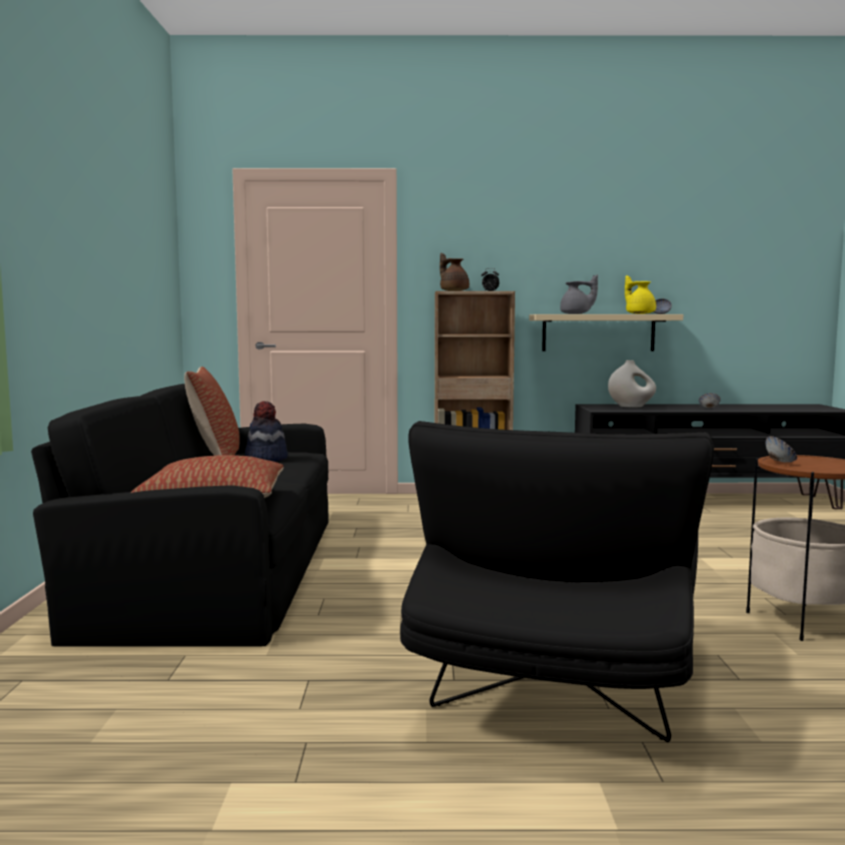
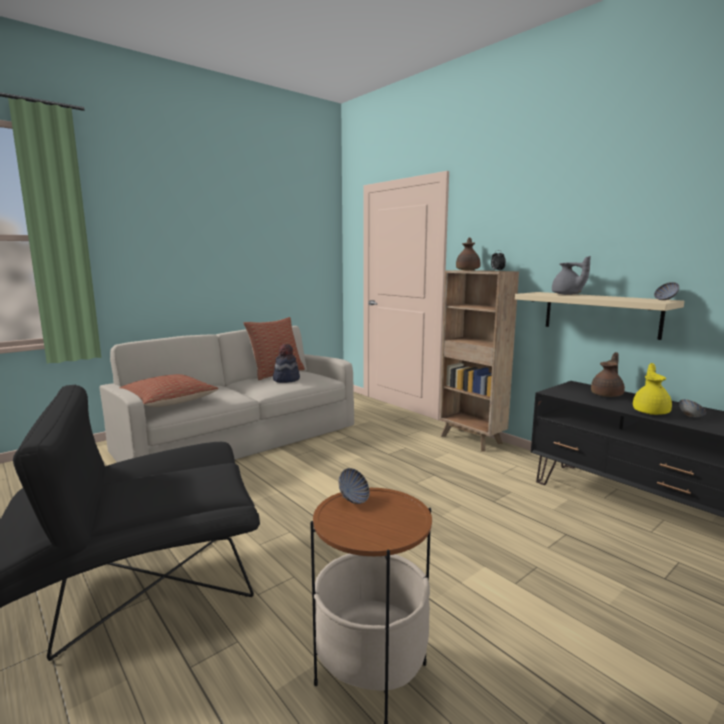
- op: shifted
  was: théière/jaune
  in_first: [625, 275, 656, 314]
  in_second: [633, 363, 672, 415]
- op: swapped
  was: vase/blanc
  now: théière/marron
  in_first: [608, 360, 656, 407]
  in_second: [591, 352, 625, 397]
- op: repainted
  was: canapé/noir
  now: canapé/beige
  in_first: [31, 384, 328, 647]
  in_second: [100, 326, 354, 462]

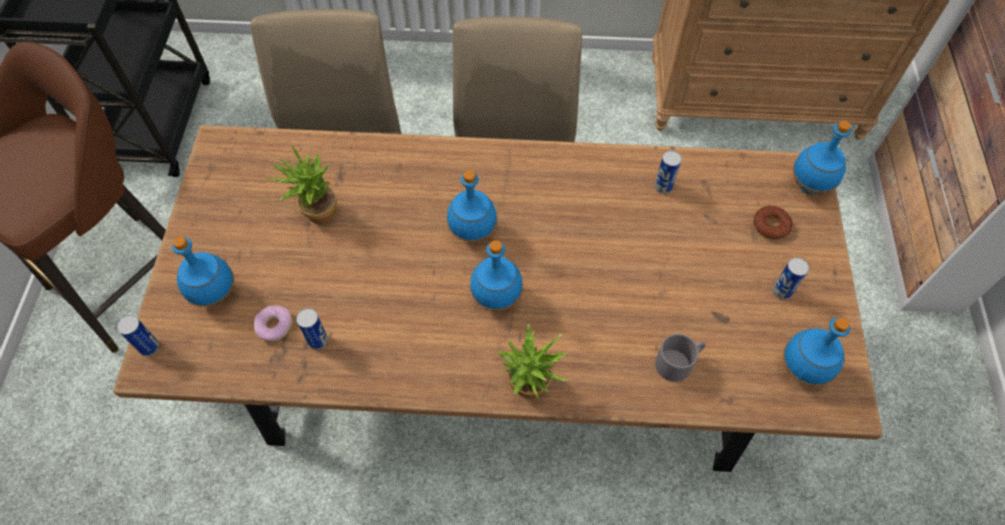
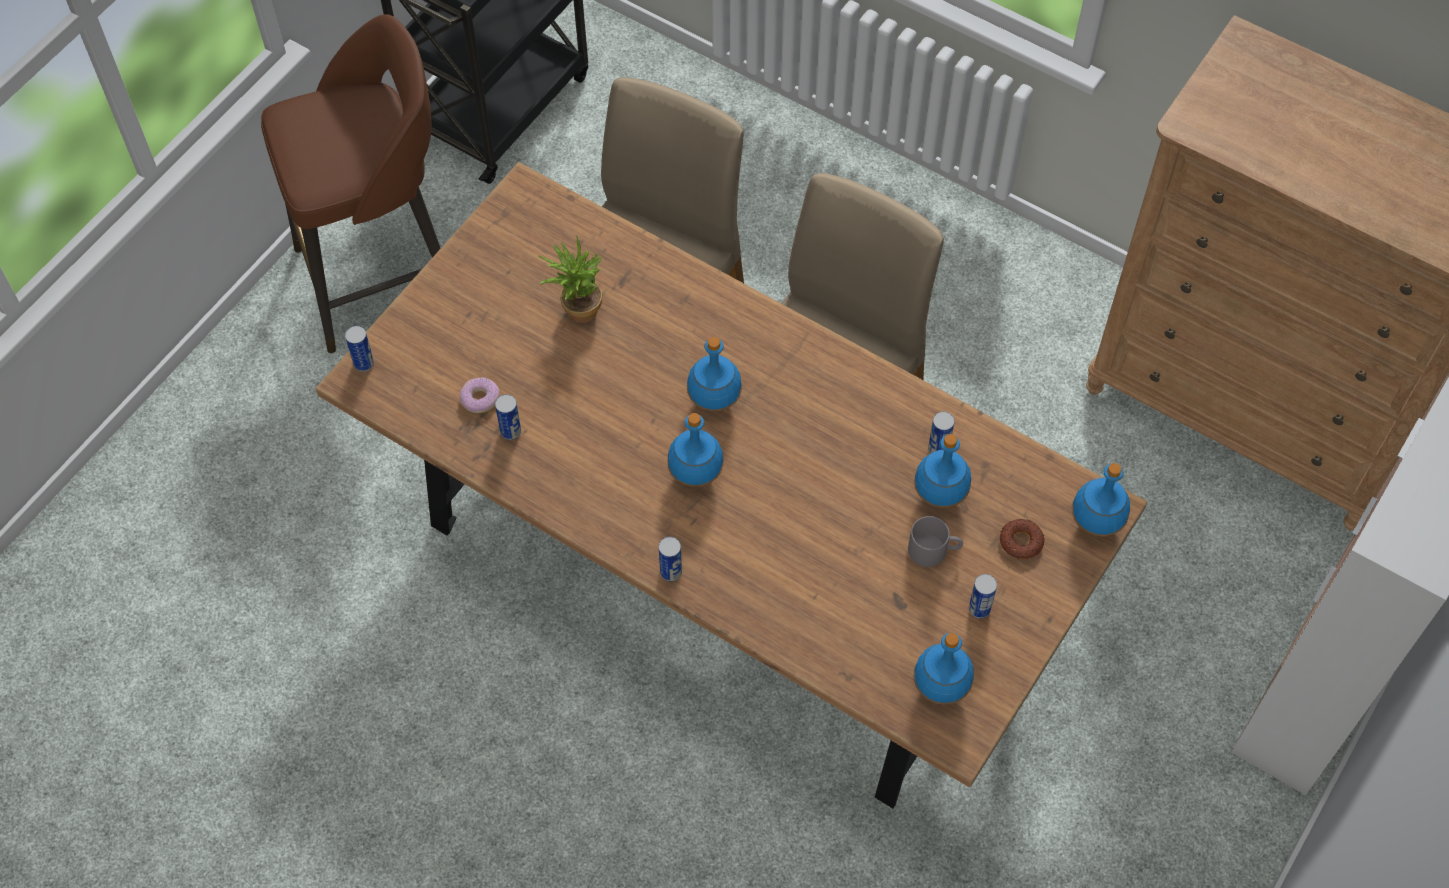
- op: shifted
  was: bouteille/bleu
  in_first: [172, 236, 234, 307]
  in_second: [914, 434, 971, 508]
- op: swapped
  was: plante en pot
  now: boîte métallique
  in_first: [498, 323, 568, 399]
  in_second: [659, 537, 682, 581]
- op: shifted
  was: mug/gris
  in_first: [655, 334, 705, 382]
  in_second: [908, 516, 963, 567]

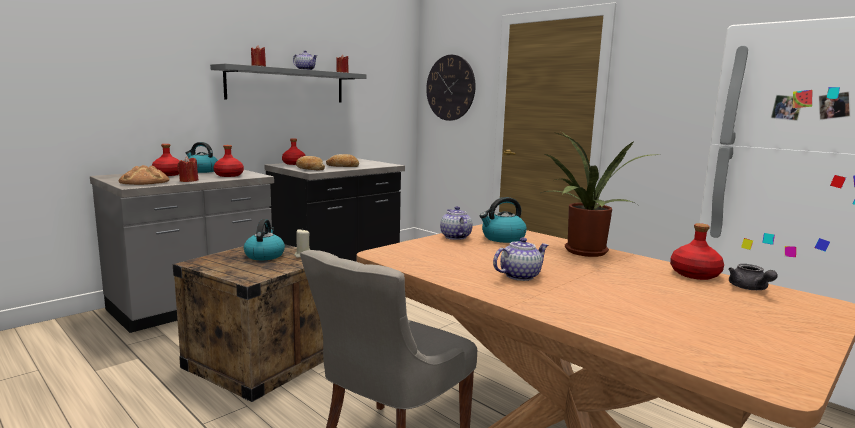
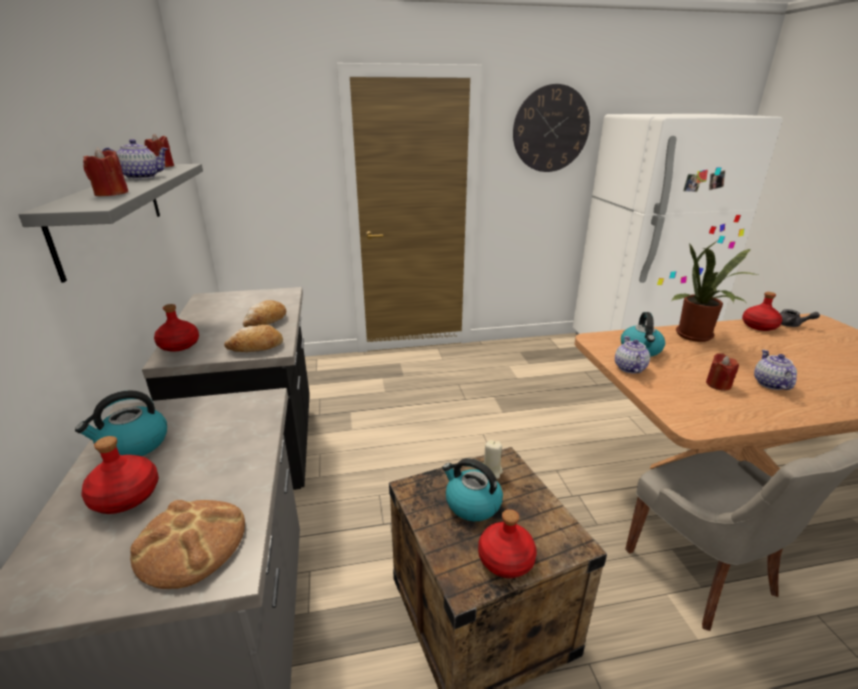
- op: shifted
  was: horloge murale
  in_first: [426, 55, 475, 121]
  in_second: [513, 84, 590, 172]
- op: shifted
  was: bouteille/rouge
  in_first: [213, 145, 244, 177]
  in_second: [478, 509, 537, 578]
- op: shifted
  was: bougie/rouge
  in_first: [177, 157, 198, 182]
  in_second: [706, 353, 739, 391]
- op: rotated
  was: théière
  in_first: [440, 206, 473, 240]
  in_second: [615, 336, 650, 373]
  clockwise: 75

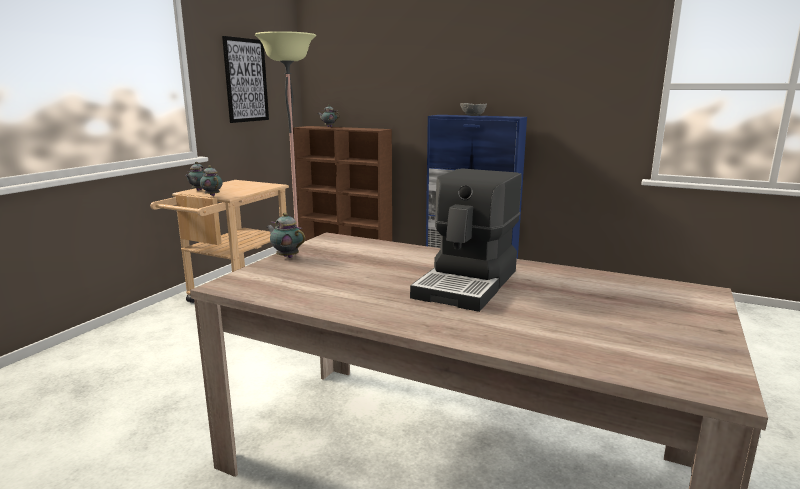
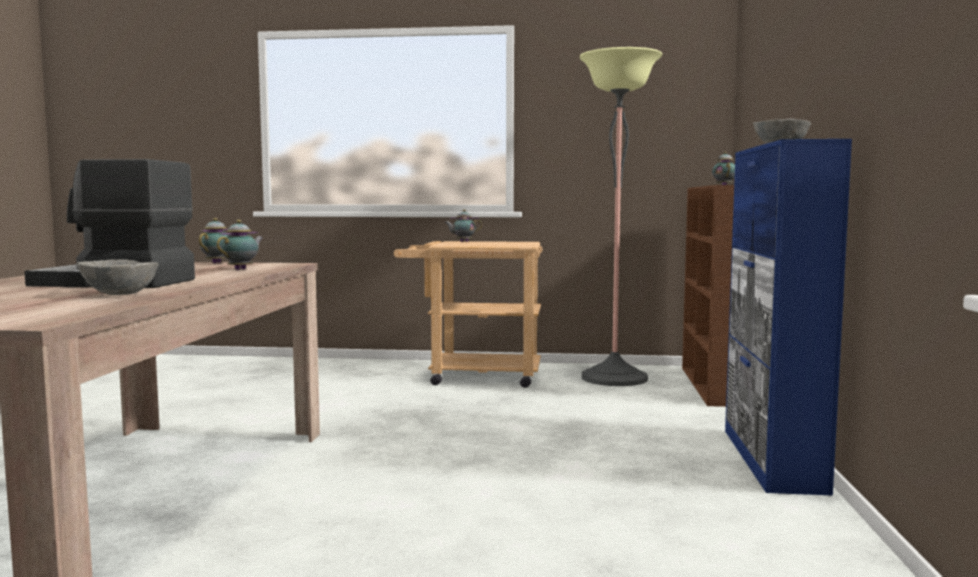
- op: gone
  was: tableau
  in_first: [222, 36, 269, 123]
- op: shifted
  was: théière
  in_first: [200, 165, 223, 196]
  in_second: [217, 220, 263, 270]
- op: new
  now: bol/gris
  in_second: [77, 259, 159, 295]

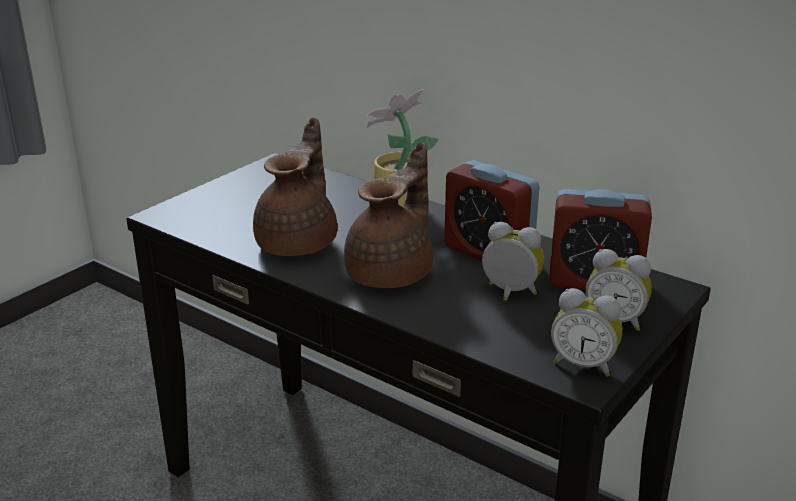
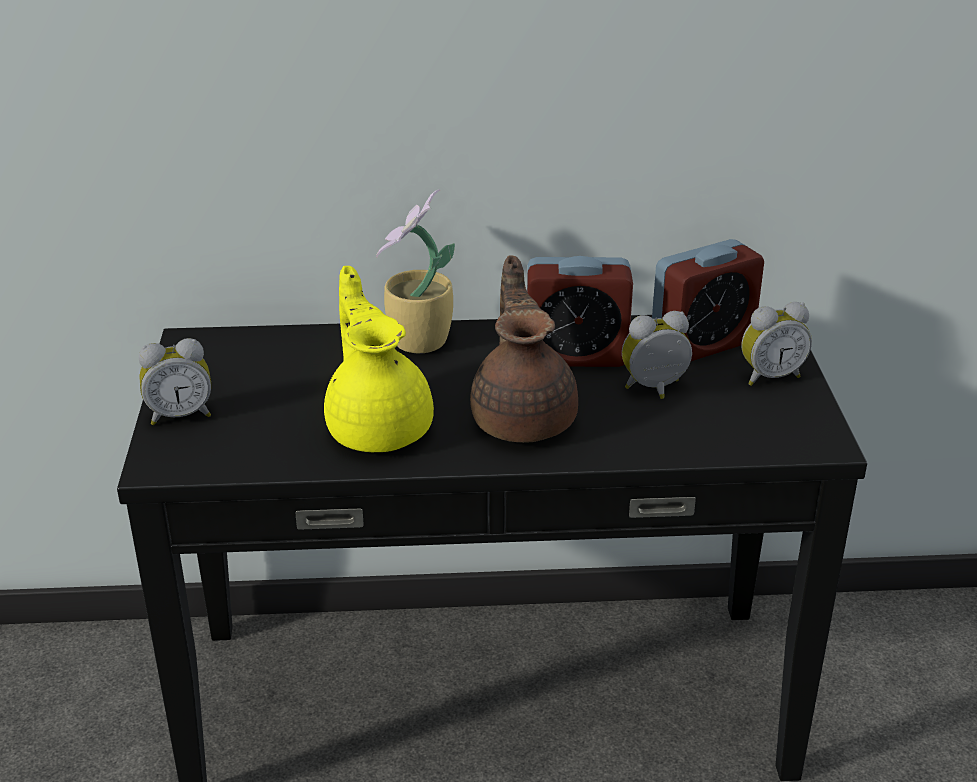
- op: repainted
  was: théière/marron
  now: théière/jaune
  in_first: [253, 117, 337, 256]
  in_second: [324, 266, 434, 452]
- op: shifted
  was: réveil
  in_first: [551, 288, 622, 377]
  in_second: [139, 338, 211, 425]

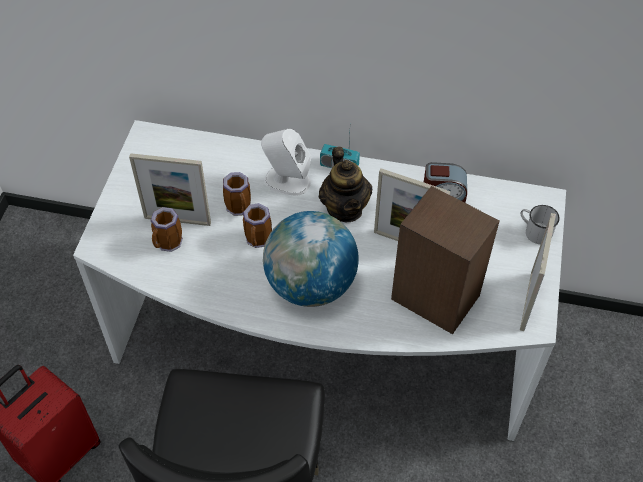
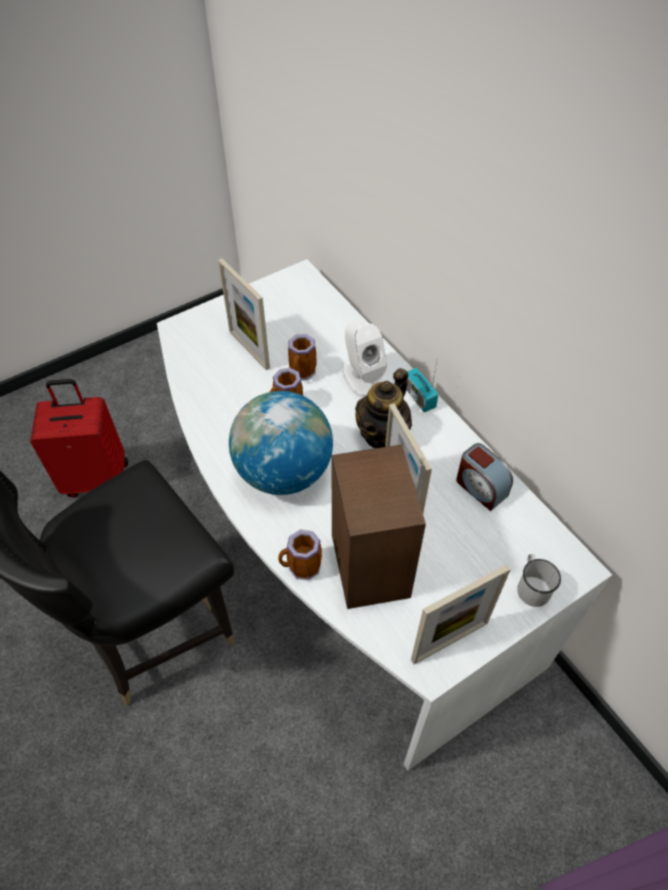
- op: shifted
  was: mug
  in_first: [150, 207, 183, 252]
  in_second: [278, 529, 322, 581]

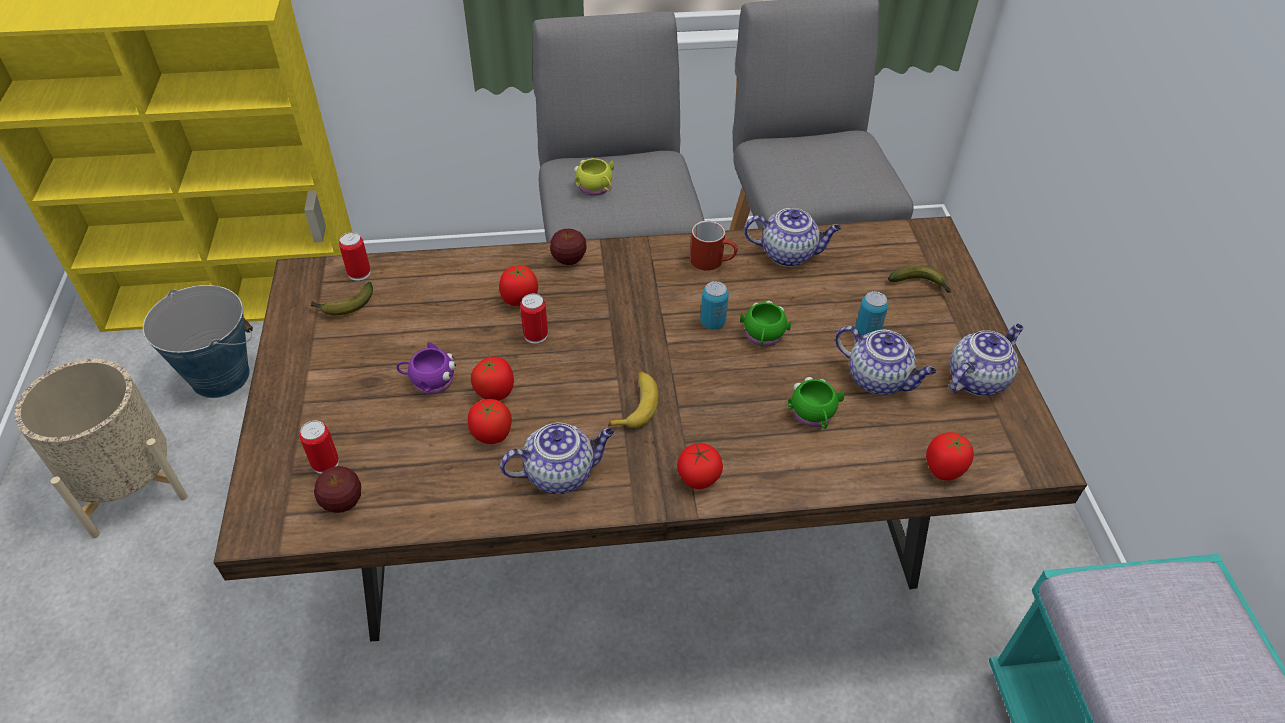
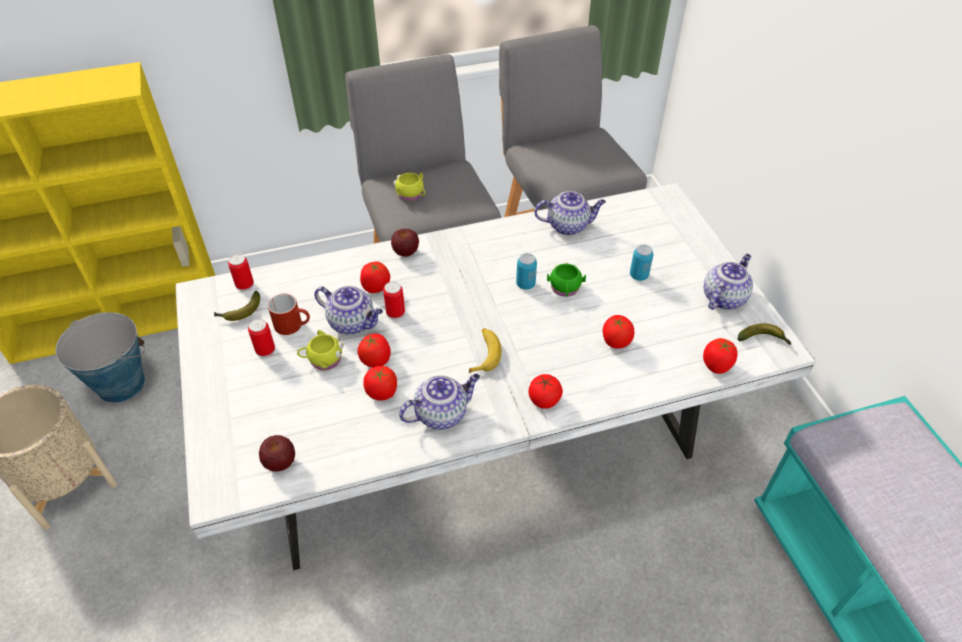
- op: repainted
  was: table à manger/marron
  now: table à manger/blanc
  in_first: [213, 216, 1087, 641]
  in_second: [175, 183, 816, 570]
- op: shifted
  was: mug/rouge
  in_first: [690, 221, 738, 270]
  in_second: [268, 293, 310, 335]
- op: shifted
  was: banane
  in_first: [888, 266, 951, 293]
  in_second: [738, 323, 792, 345]
- op: shifted
  was: théière
  in_first: [835, 326, 937, 395]
  in_second: [314, 286, 383, 335]
- op: repainted
  was: mug/violet
  now: mug/jaune
  in_first: [396, 342, 456, 395]
  in_second: [297, 330, 344, 370]
- op: swapped
  was: mug/vert
  now: tomate
  in_first: [788, 377, 844, 429]
  in_second: [603, 315, 634, 349]
- op: shifted
  was: boîte métallique
  in_first: [299, 420, 339, 474]
  in_second: [248, 319, 275, 358]

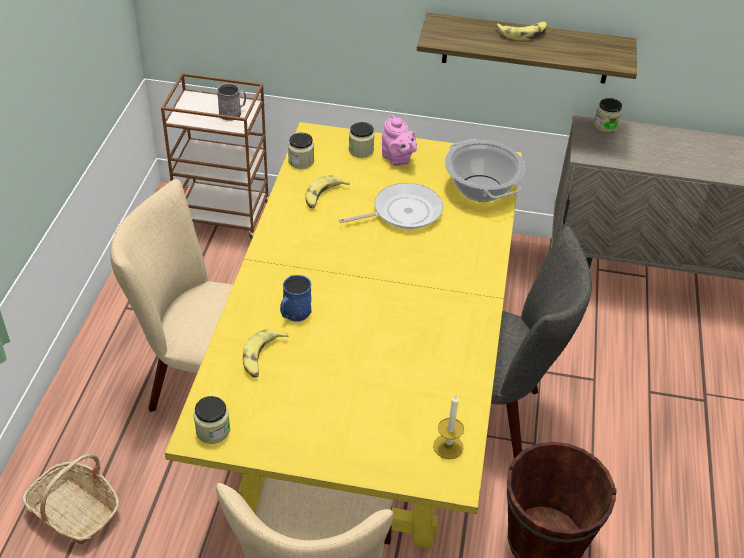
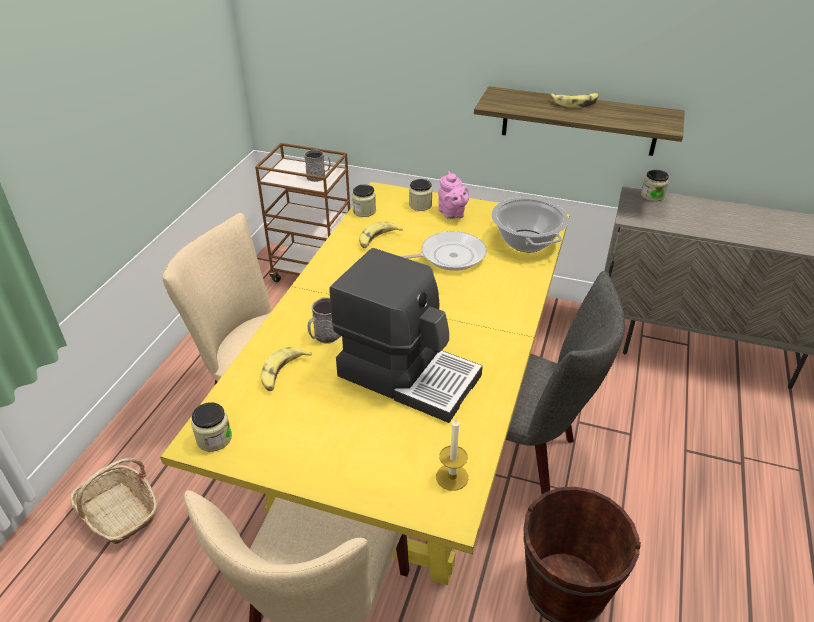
- op: repainted
  was: mug/bleu
  now: mug/gris
  in_first: [280, 275, 312, 322]
  in_second: [308, 297, 341, 343]
- op: new
  now: machine à café
  in_second: [329, 248, 483, 423]

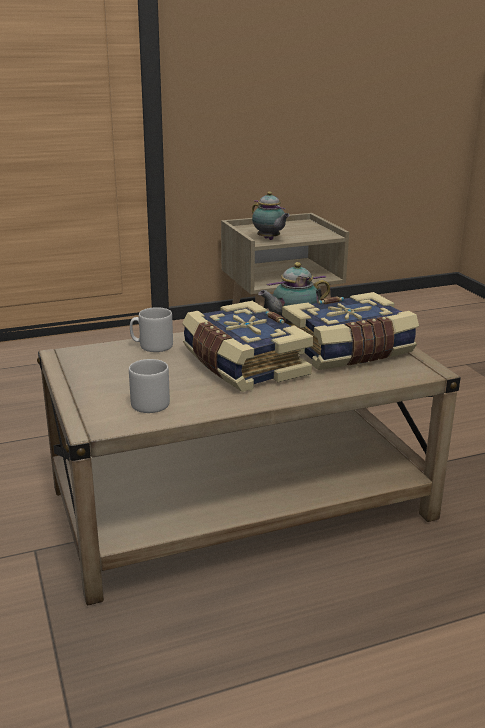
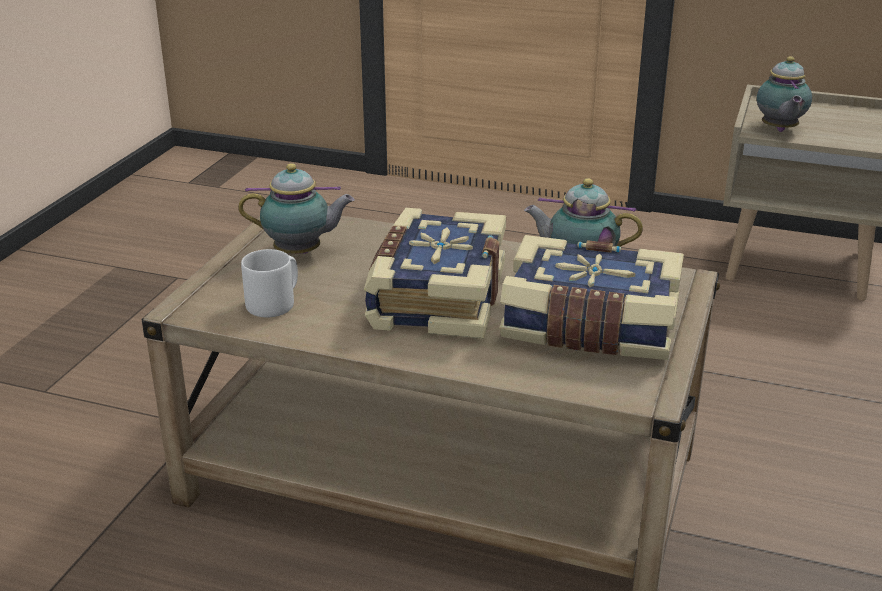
- op: gone
  was: mug/gris
  in_first: [130, 307, 173, 352]
- op: new
  now: théière
  in_second: [238, 163, 355, 254]

